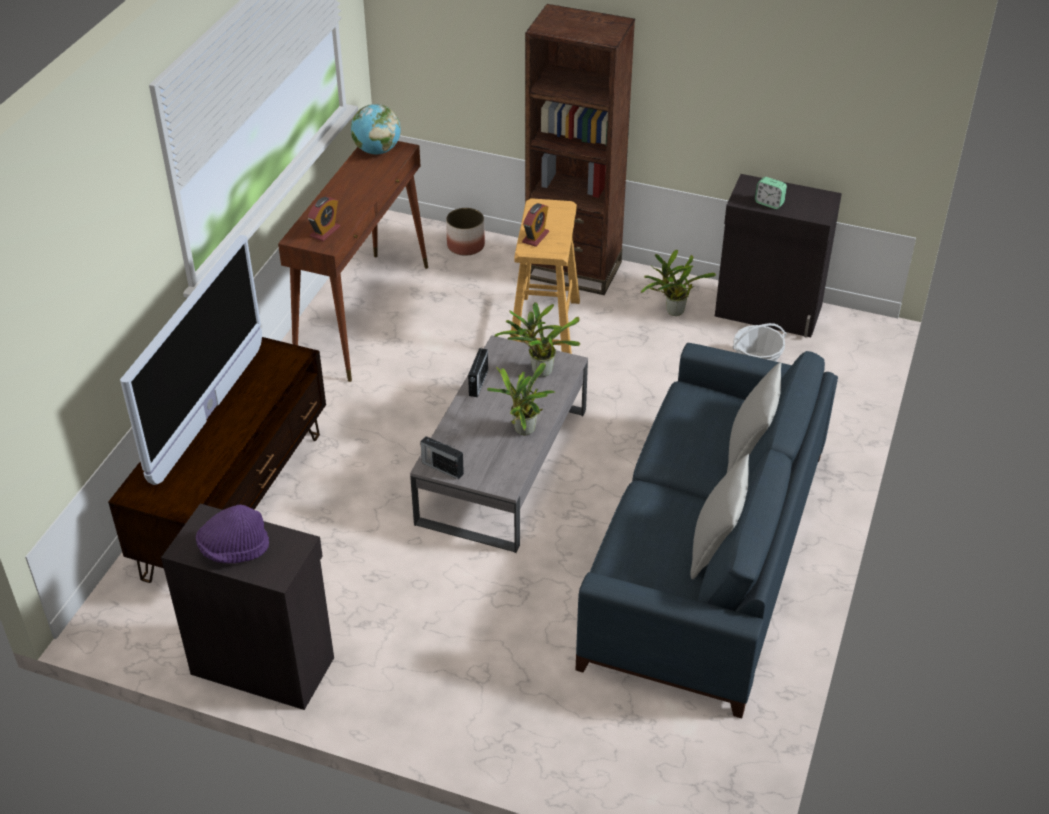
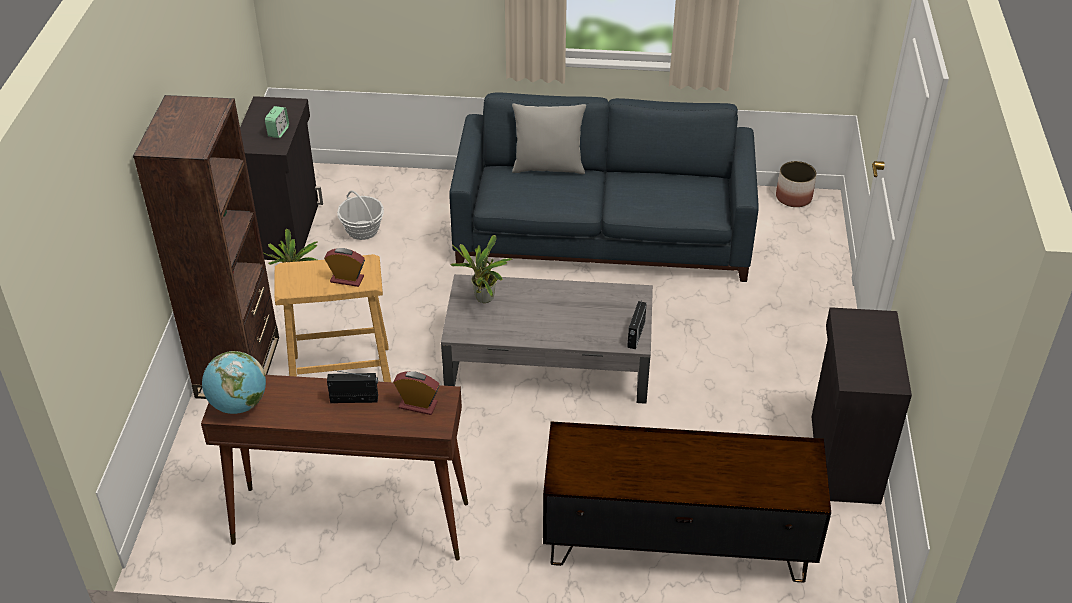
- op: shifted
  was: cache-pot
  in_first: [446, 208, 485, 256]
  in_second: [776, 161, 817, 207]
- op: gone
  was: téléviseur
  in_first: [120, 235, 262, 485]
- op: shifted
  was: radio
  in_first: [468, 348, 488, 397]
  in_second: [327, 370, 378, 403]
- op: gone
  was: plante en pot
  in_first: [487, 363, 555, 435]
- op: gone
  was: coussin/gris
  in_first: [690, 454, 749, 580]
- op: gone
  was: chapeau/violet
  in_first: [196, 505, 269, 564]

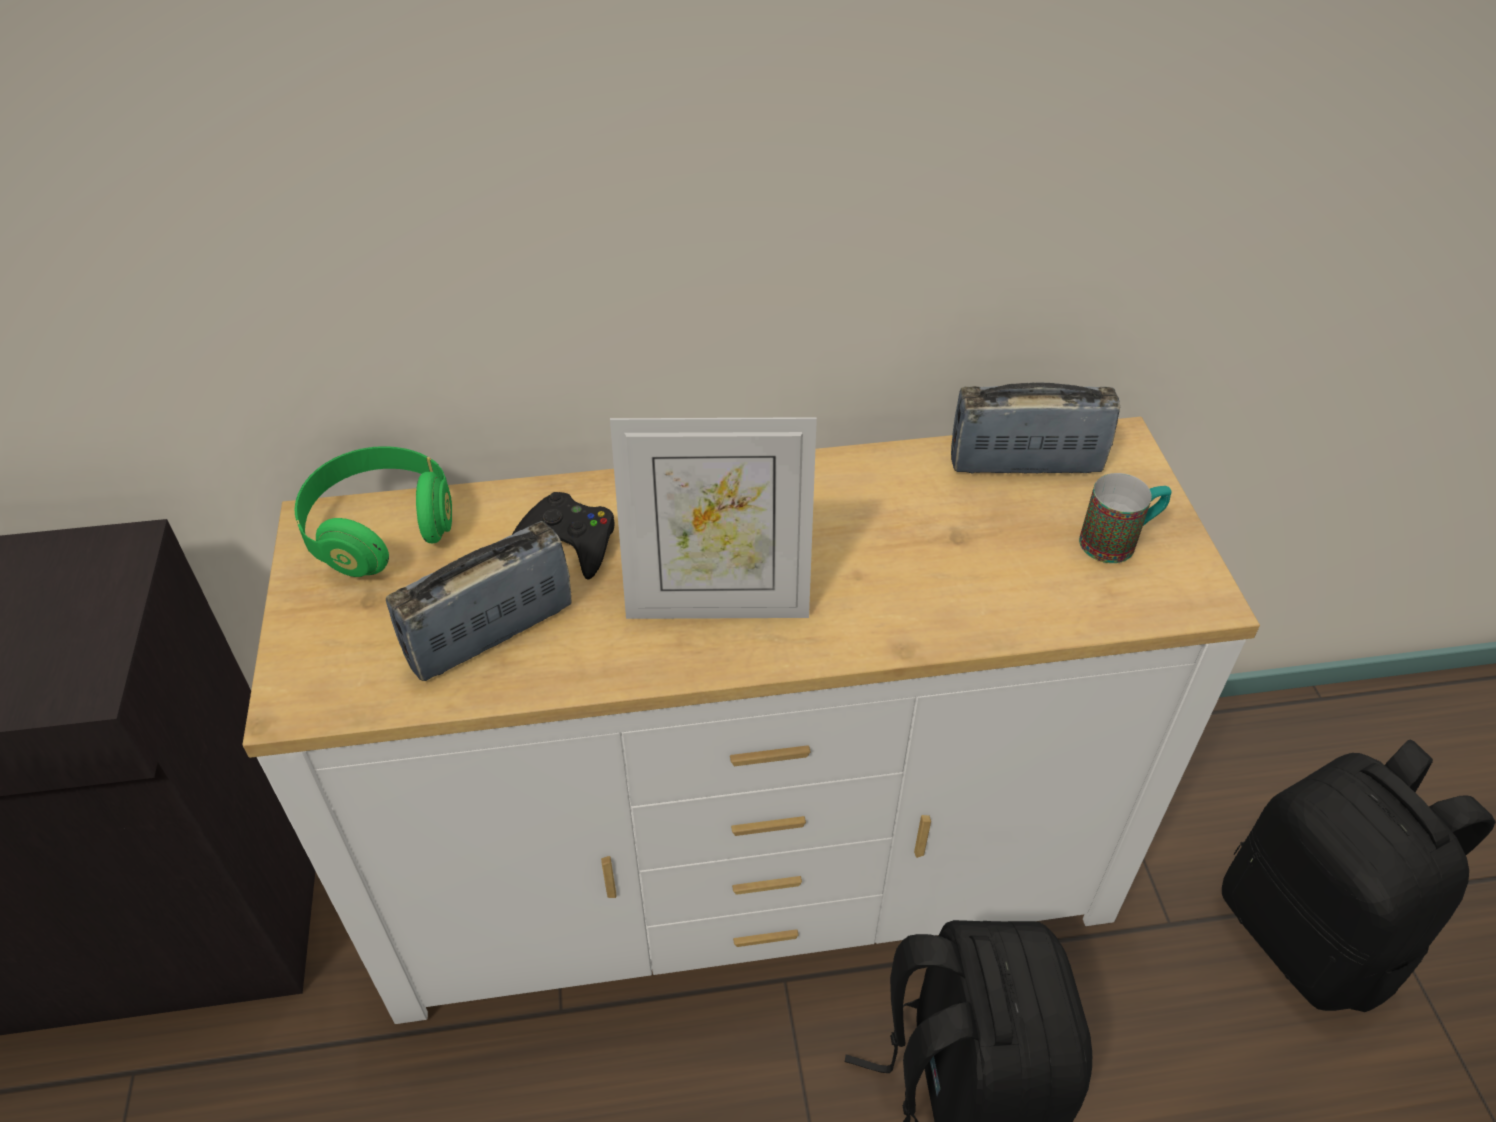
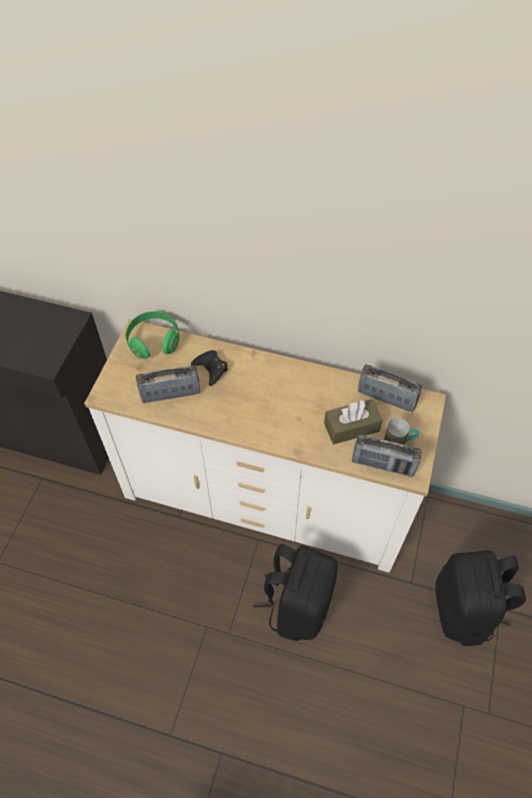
- op: gone
  was: cadre photo
  in_first: [610, 417, 817, 619]
- op: new
  now: boîte à mouchoirs/marron
  in_second: [324, 399, 383, 444]
- op: new
  now: radio
  in_second: [352, 435, 421, 477]

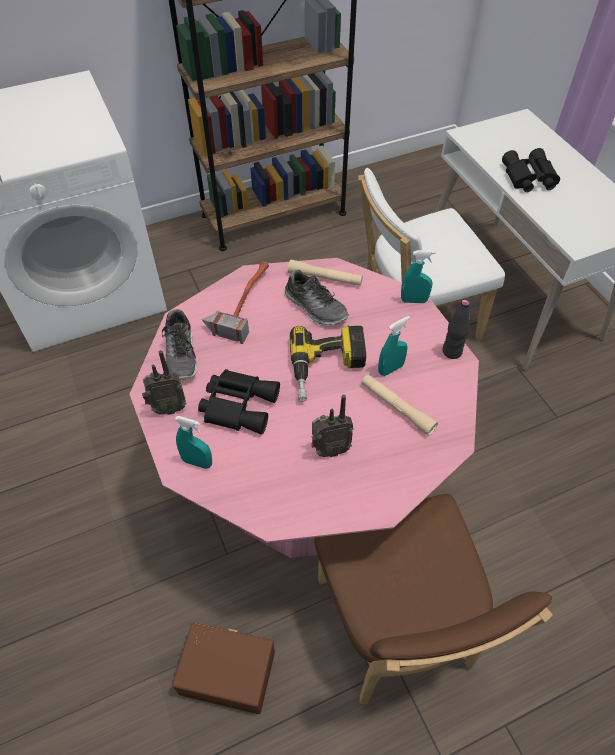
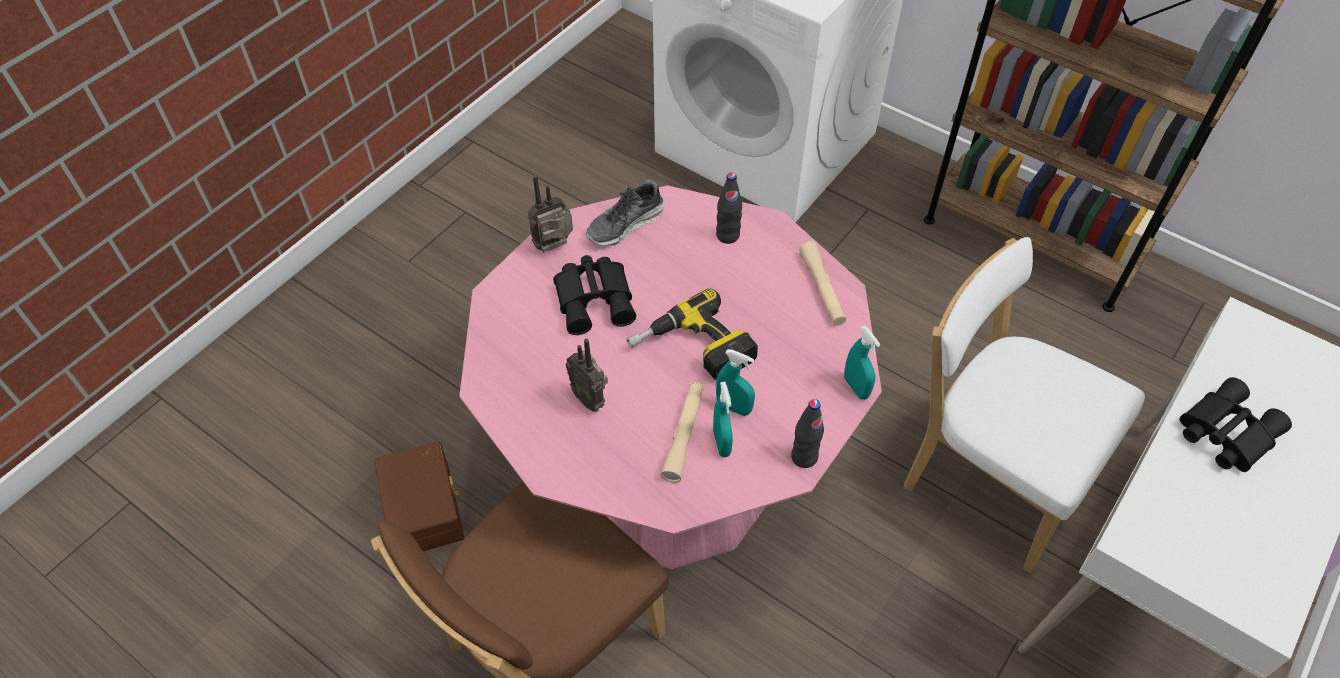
- op: swapped
  was: marteau
  now: bouteille/noir
  in_first: [201, 262, 269, 344]
  in_second: [716, 172, 742, 244]
- op: gone
  was: chaussure
  in_first: [284, 270, 349, 326]
- op: rotated
  was: radio
  in_first: [142, 350, 186, 415]
  in_second: [528, 175, 573, 253]
  clockwise: 105
- op: shifted
  was: vaporisateur/turquoise
  in_first: [175, 416, 212, 469]
  in_second: [713, 382, 733, 457]

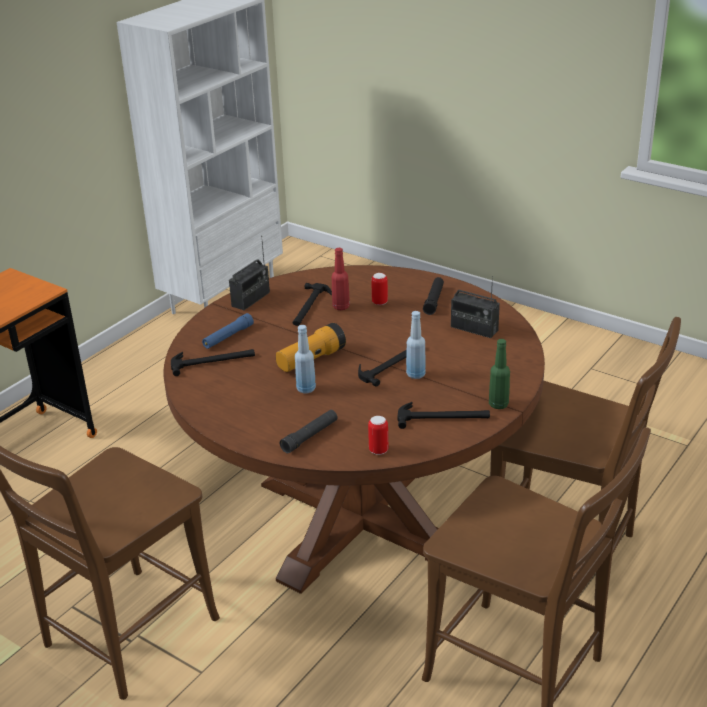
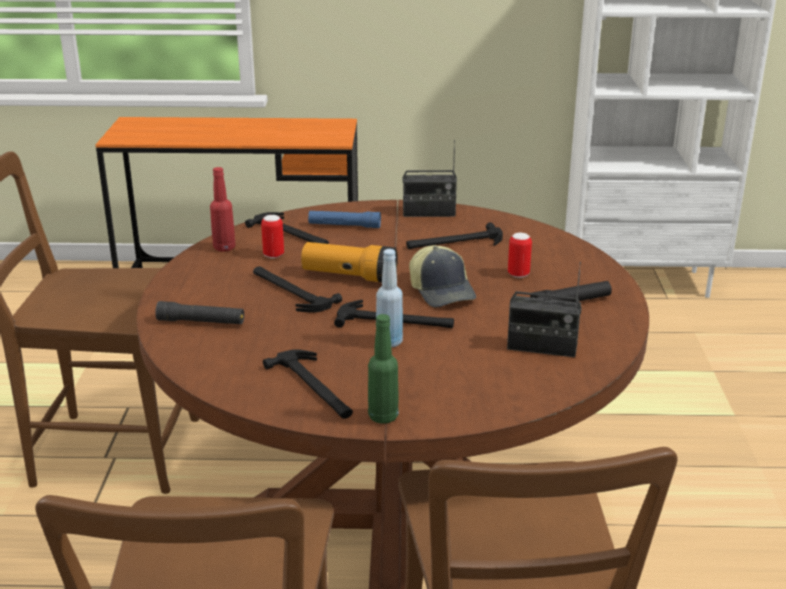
- op: shifted
  was: bouteille/rouge
  in_first: [331, 248, 350, 310]
  in_second: [210, 167, 235, 252]
- op: rotated
  was: radio
  in_first: [451, 276, 500, 338]
  in_second: [507, 262, 582, 357]
  clockwise: -75
- op: swapped
  was: bouteille/bleu
  now: marteau
  in_first: [295, 325, 316, 393]
  in_second: [253, 266, 342, 313]
- op: shifted
  was: boîte métallique
  in_first: [368, 416, 388, 455]
  in_second: [261, 215, 284, 258]
- op: new
  now: casquette
  in_second: [409, 245, 476, 308]

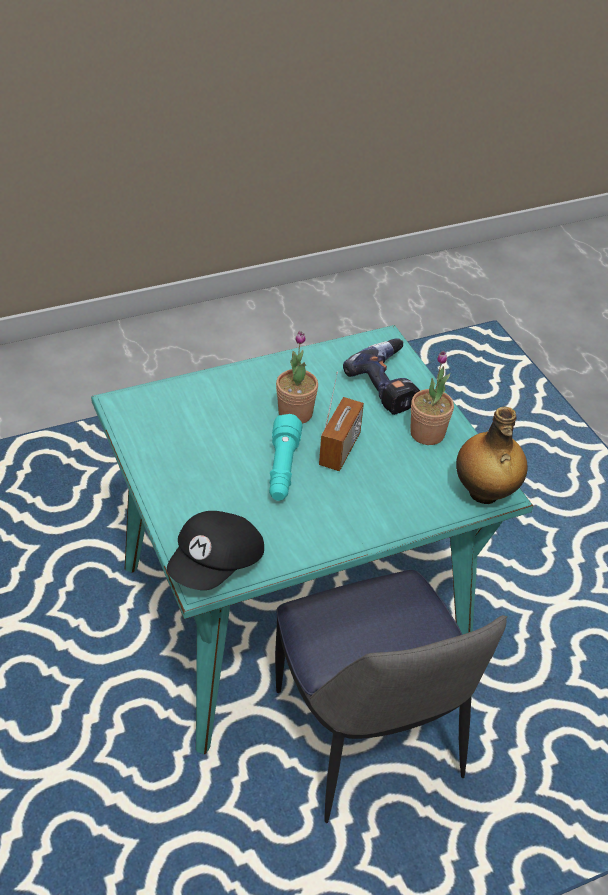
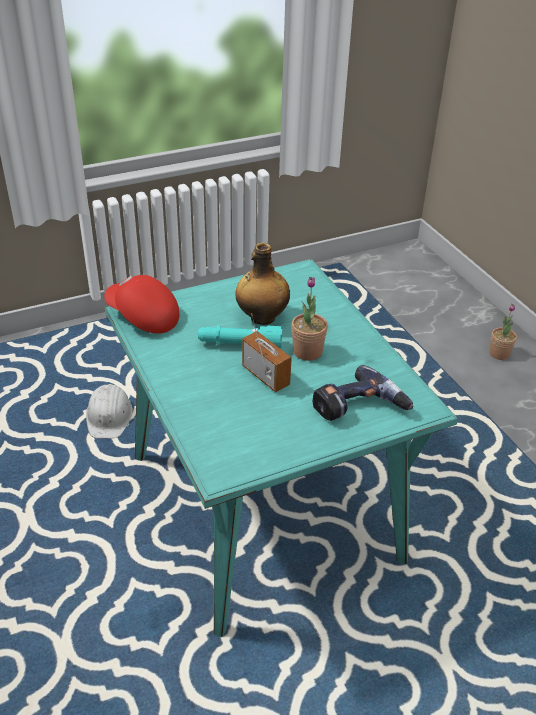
- op: shifted
  was: plante en pot
  in_first: [410, 351, 454, 445]
  in_second: [489, 304, 517, 360]
- op: rotated
  was: radio
  in_first: [319, 371, 364, 471]
  in_second: [242, 313, 292, 392]
  clockwise: -150
- op: shifted
  was: bouteille
  in_first: [456, 407, 528, 504]
  in_second: [235, 242, 290, 325]
- op: repainted
  was: casquette/noir
  now: casquette/rouge
  in_first: [167, 511, 264, 590]
  in_second: [104, 275, 179, 334]
- op: gone
  was: chaise
  in_first: [275, 570, 507, 823]
- op: new
  now: casque de chantier/blanc
  in_second: [86, 384, 133, 439]

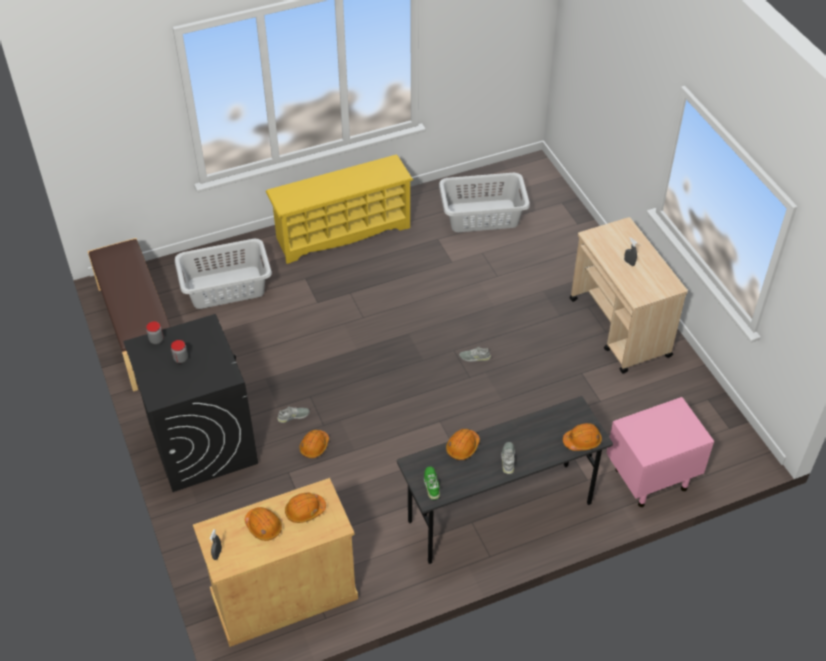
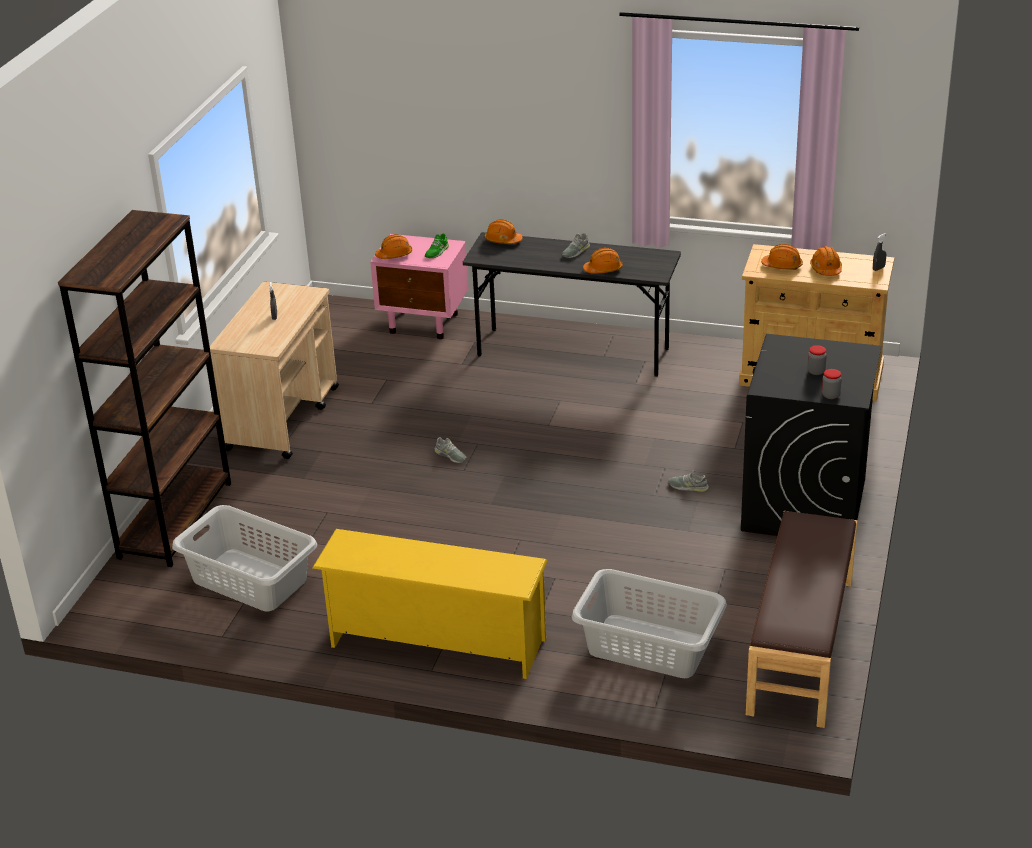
- op: shifted
  was: casque de chantier/orange
  in_first: [299, 430, 329, 458]
  in_second: [375, 234, 412, 259]
- op: shifted
  was: chaussure/vert
  in_first: [424, 466, 440, 500]
  in_second: [425, 233, 449, 258]
- op: new
  now: bibliothèque/marron
  in_second: [58, 210, 231, 567]

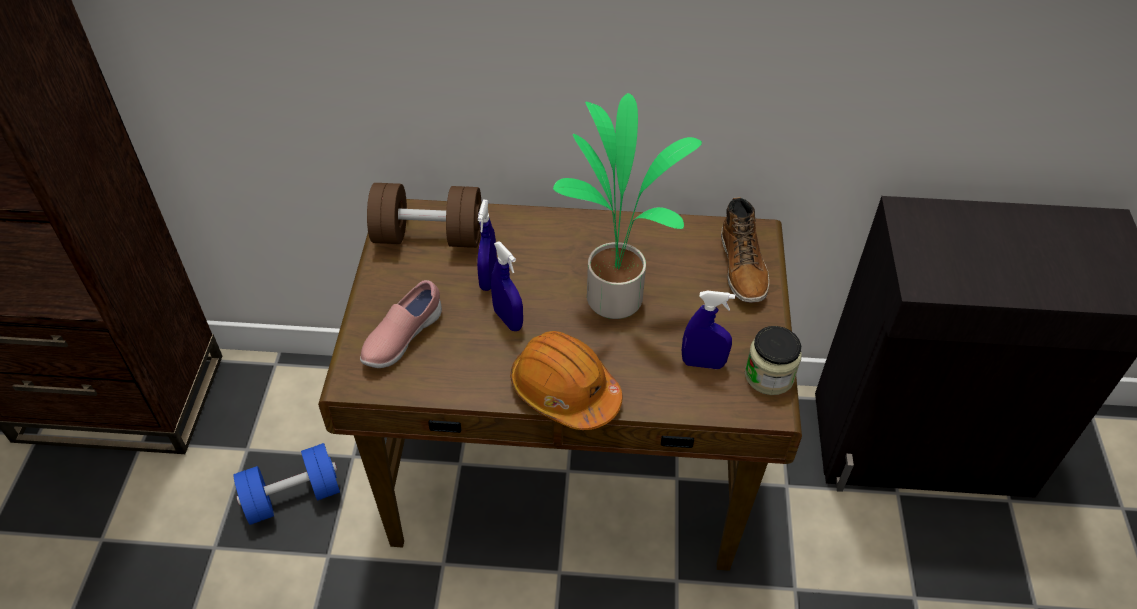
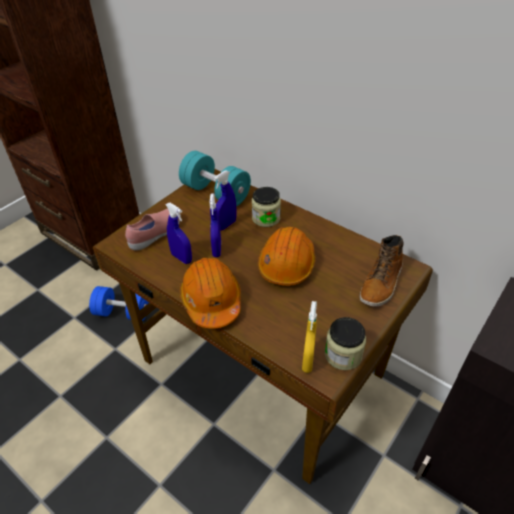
- op: swapped
  was: plante en pot
  now: casque de chantier/orange
  in_first: [553, 93, 702, 319]
  in_second: [258, 227, 315, 286]
- op: repainted
  was: haltère/marron
  now: haltère/turquoise
  in_first: [367, 183, 481, 248]
  in_second: [179, 151, 251, 206]
- op: rotated
  was: chaussure/rose
  in_first: [360, 280, 442, 368]
  in_second: [125, 208, 181, 250]
  clockwise: 150
- op: shifted
  was: vaporisateur/bleu
  in_first: [682, 291, 735, 369]
  in_second: [166, 203, 192, 264]
- op: new
  now: bocal
  in_second: [252, 187, 281, 227]
- op: new
  now: vaporisateur/jaune
  in_second: [302, 301, 317, 373]

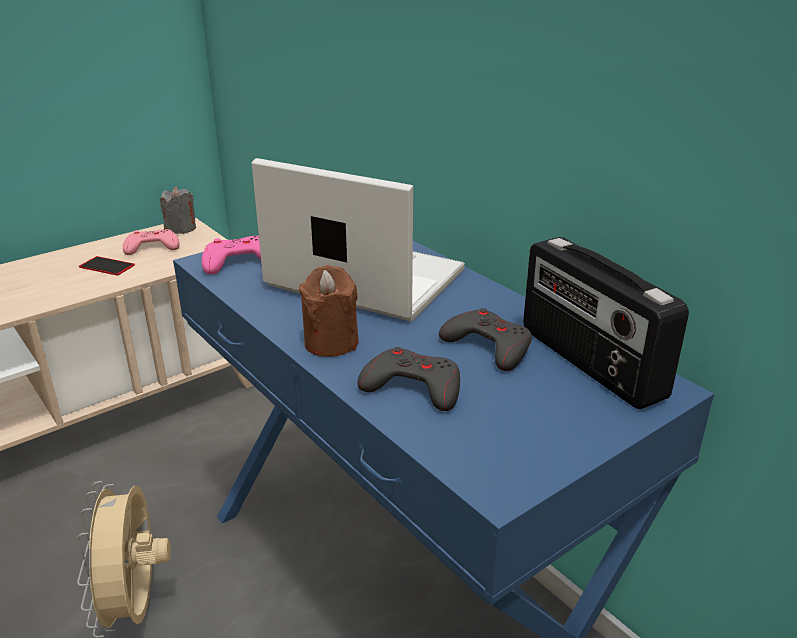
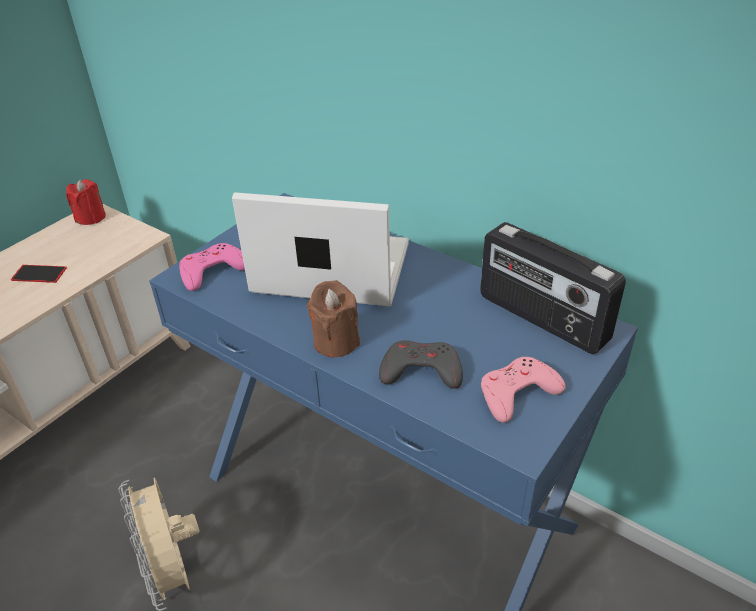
- op: repainted
  was: bougie/gris
  now: bougie/rouge
  in_first: [160, 186, 196, 234]
  in_second: [66, 179, 106, 225]
- op: shifted
  was: manette/rose
  in_first: [123, 229, 179, 255]
  in_second: [481, 357, 566, 423]
- op: gone
  was: manette/gris
  in_first: [439, 308, 532, 371]

